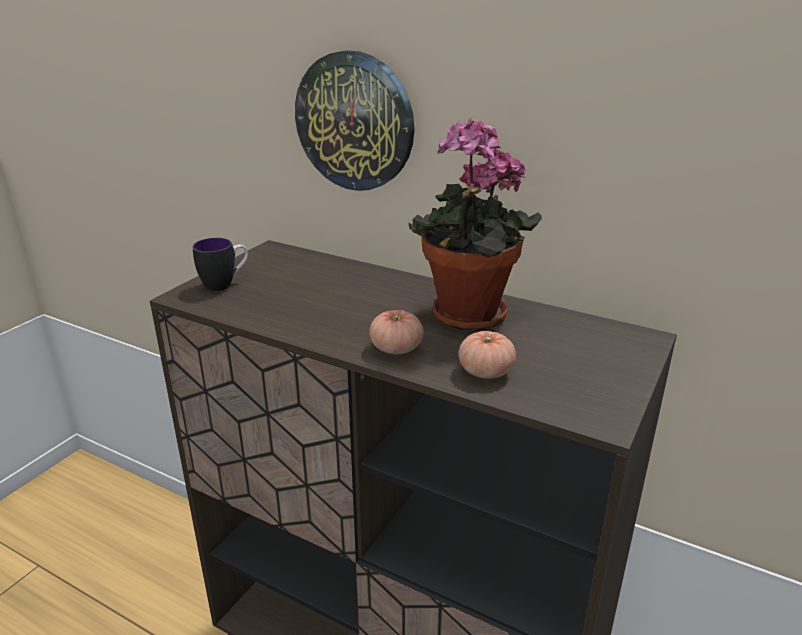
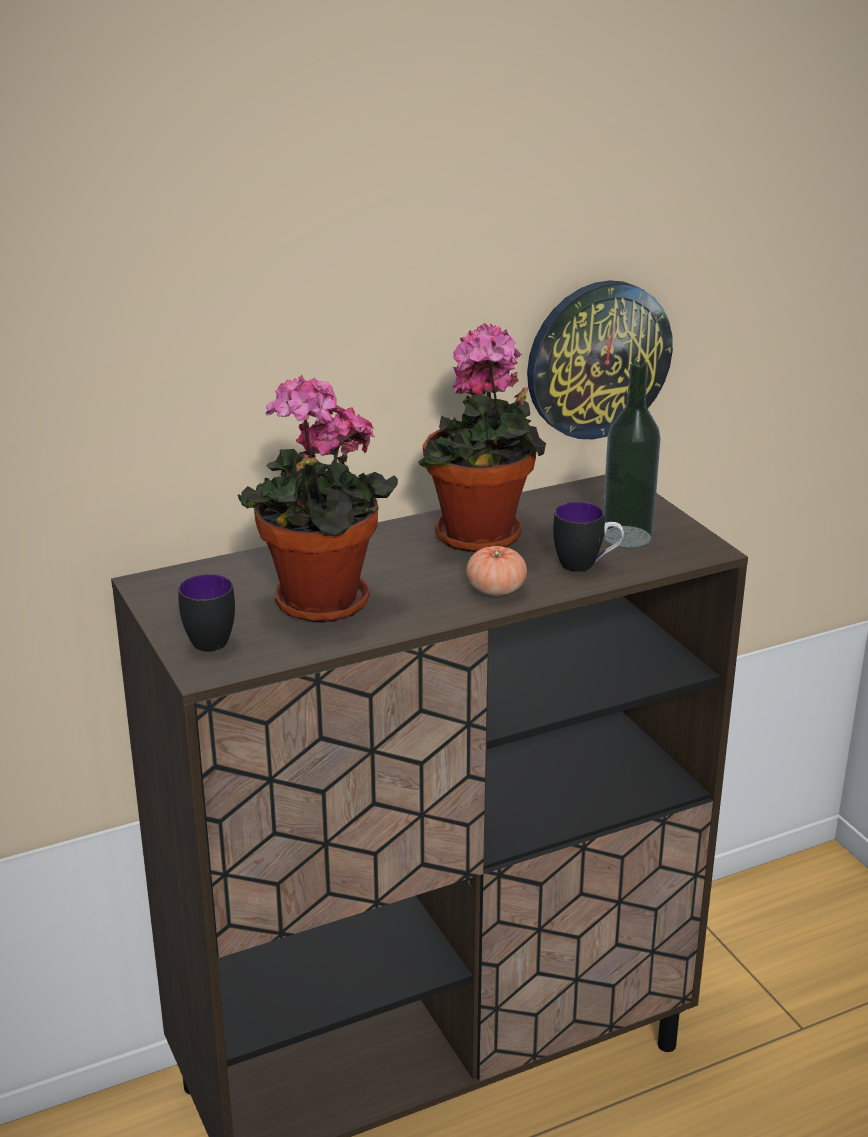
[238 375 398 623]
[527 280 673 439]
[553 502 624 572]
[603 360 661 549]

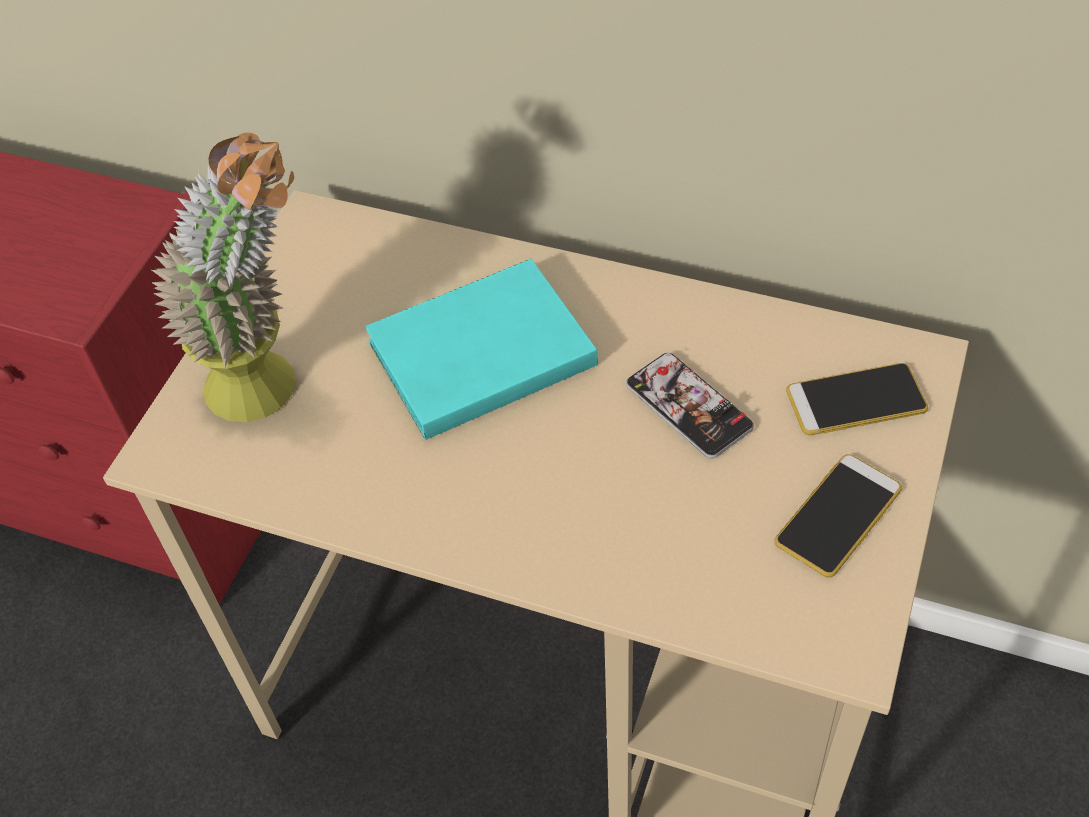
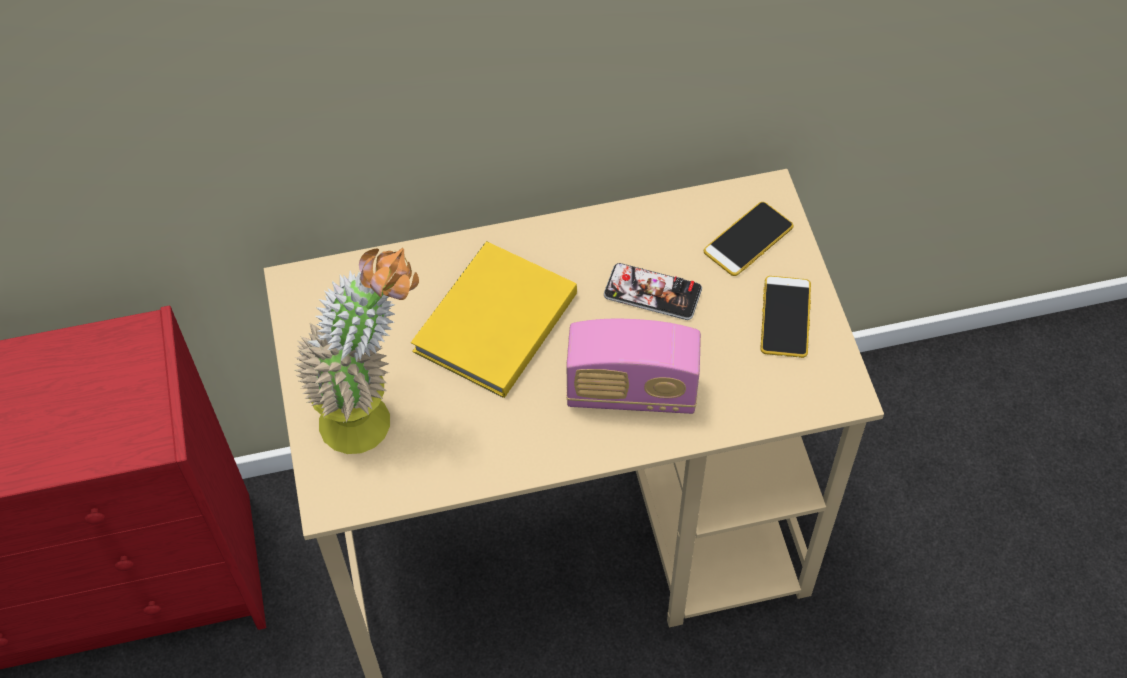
[411 241 577 398]
[566 319 701 414]

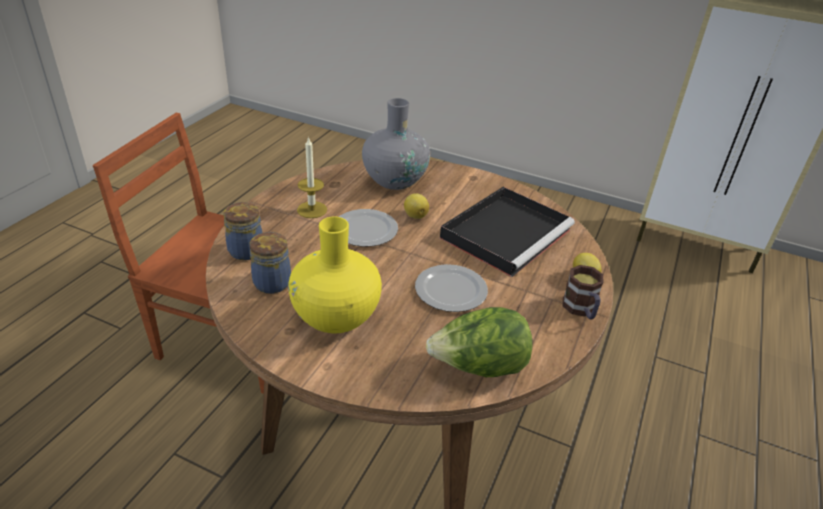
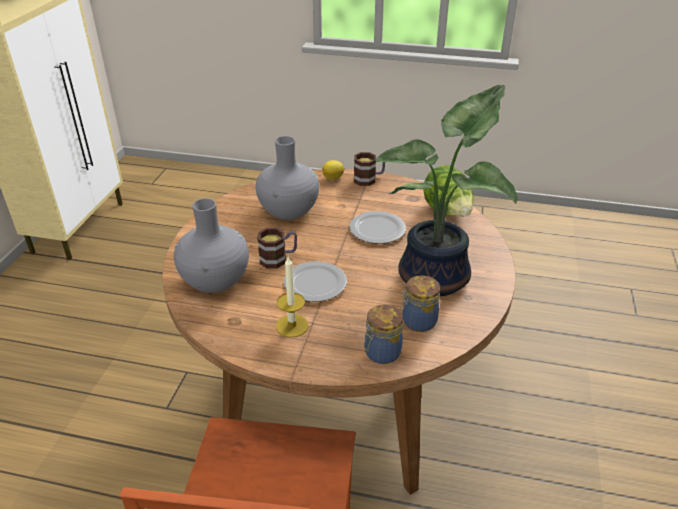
[256 136 319 220]
[257 228 297 268]
[375 85 518 296]

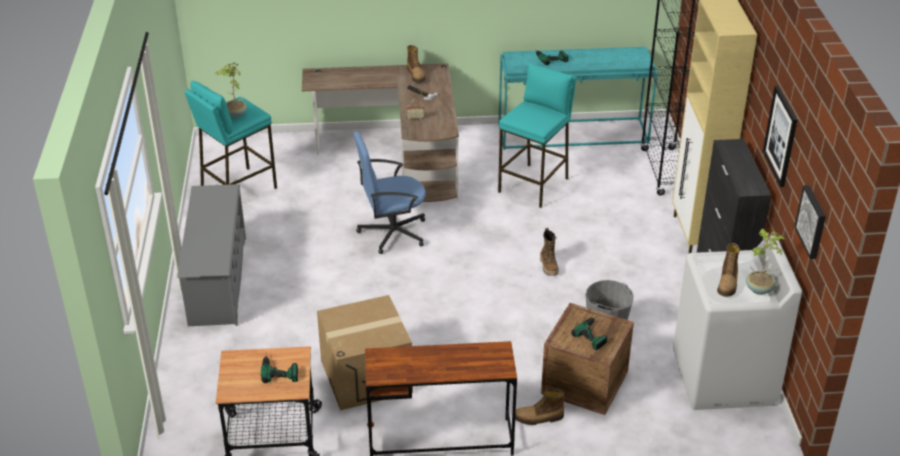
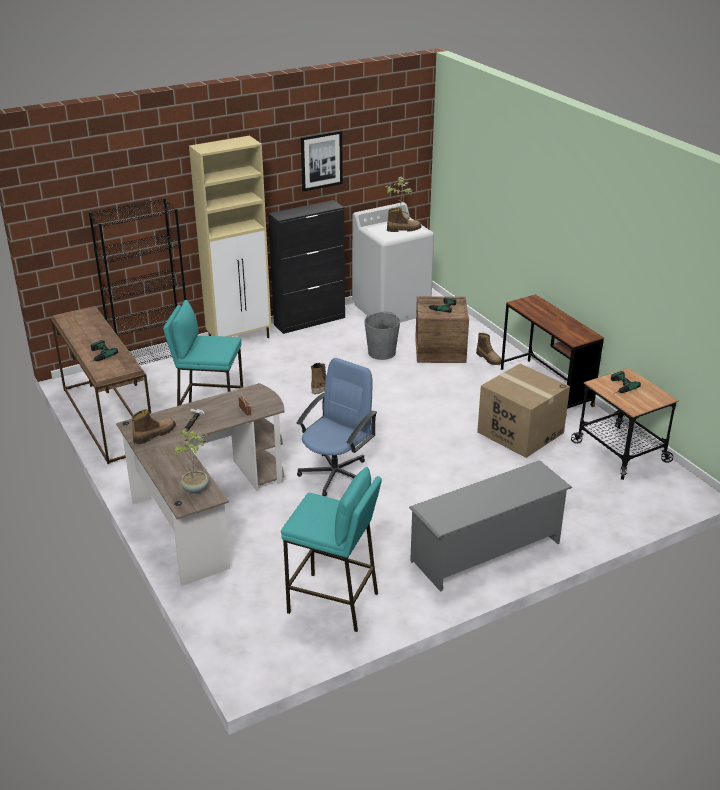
[51 306 151 464]
[174 428 209 493]
[297 358 377 496]
[794 185 826 259] (first image)

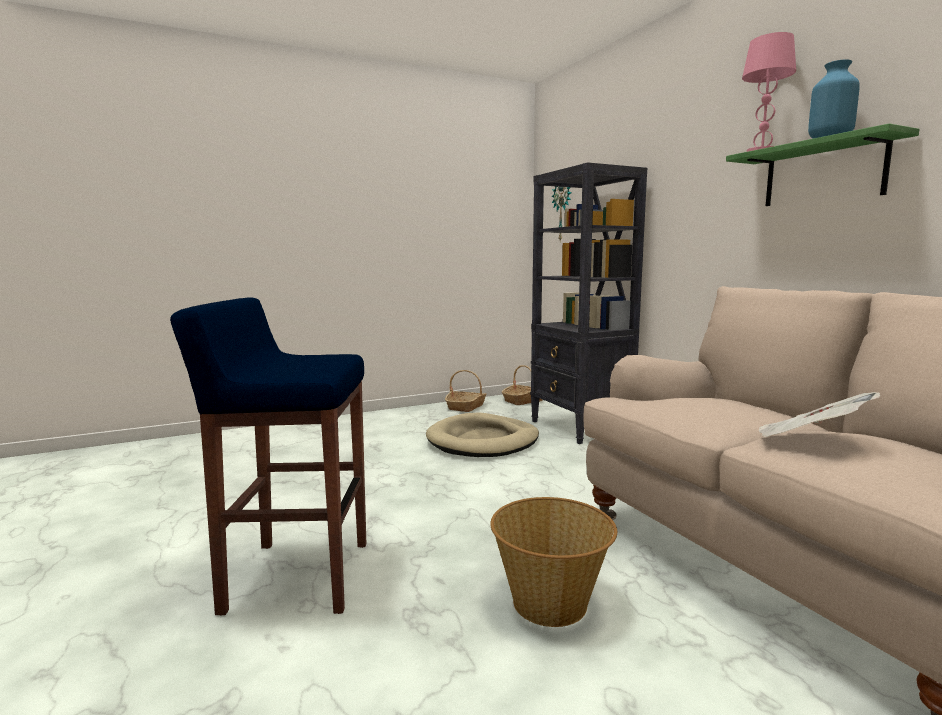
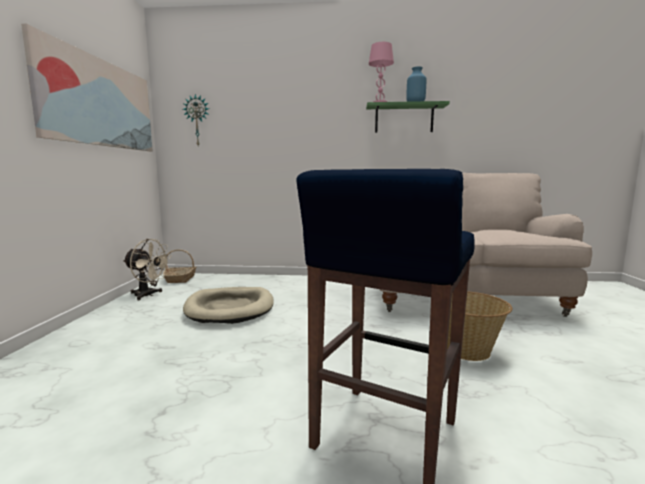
[21 24 153 151]
[123 239 172 300]
[530 162 647 444] (first image)
[759 392 880 438] (first image)

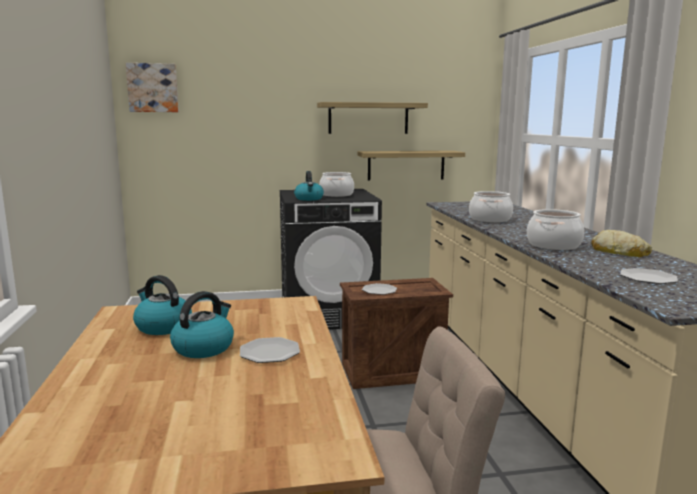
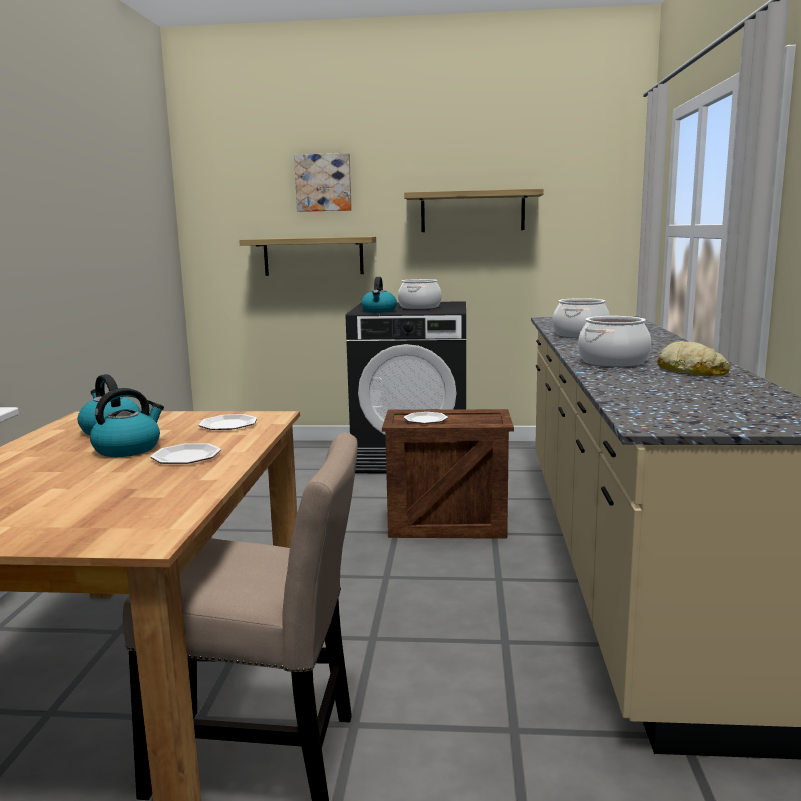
[198 414 257 430]
[239 236 376 276]
[294 153 352 212]

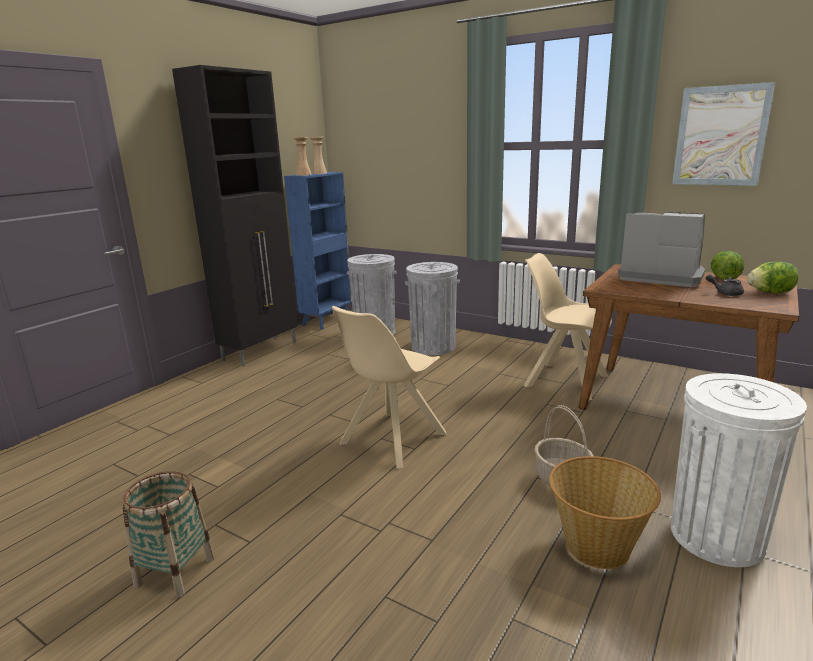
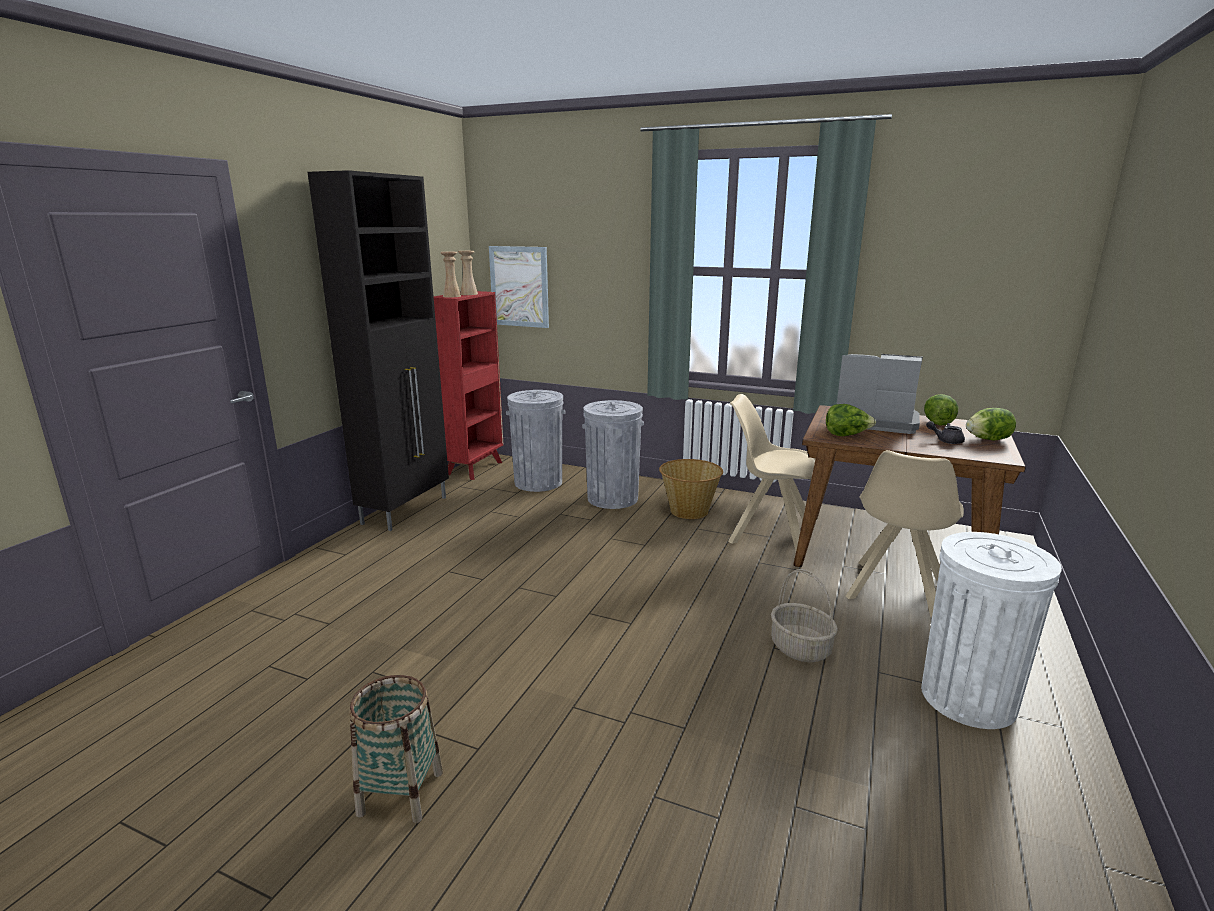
[433 291 504 480]
[489 246 549 328]
[659 459 723 519]
[826 404 876 436]
[846 450 964 617]

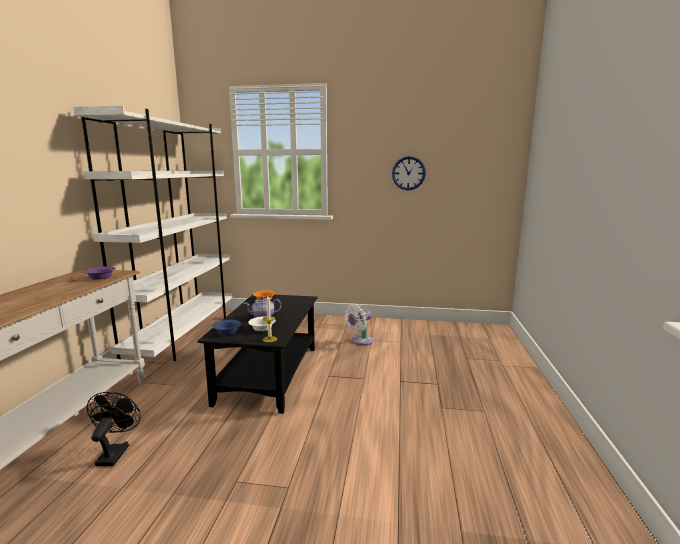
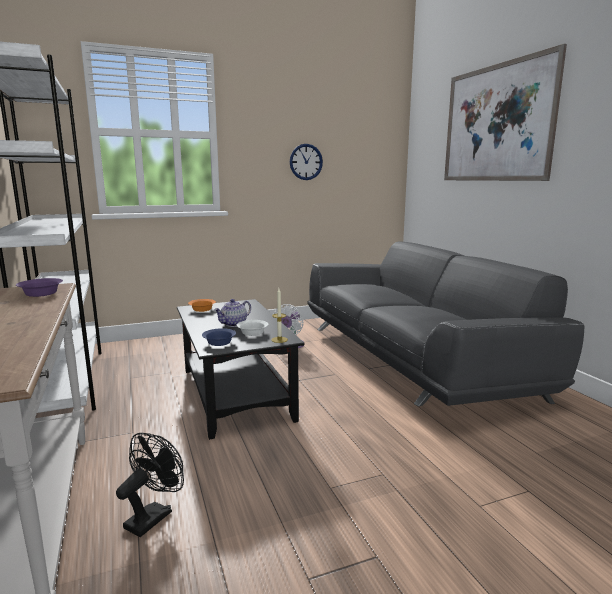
[116 433 184 537]
[307 242 584 406]
[444 44 567 181]

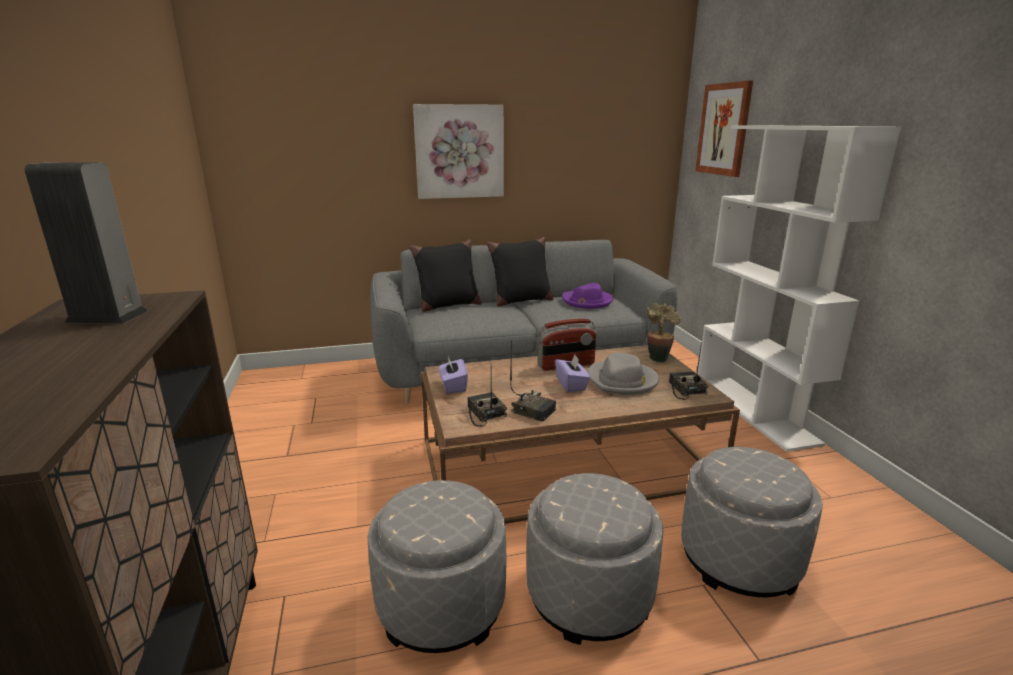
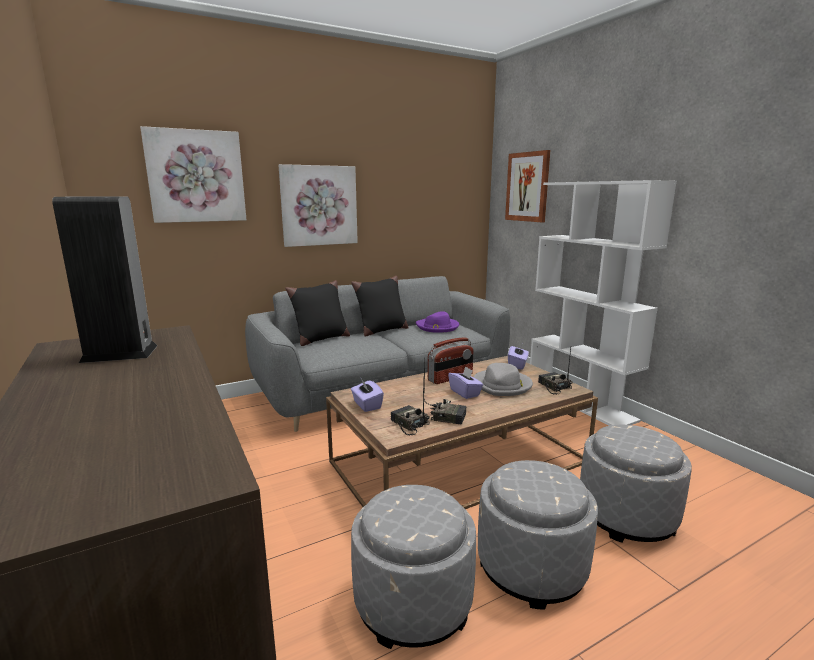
[140 126 246 223]
[508 344 529 370]

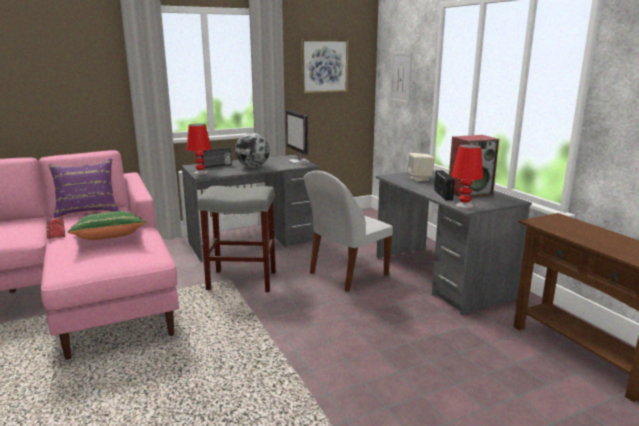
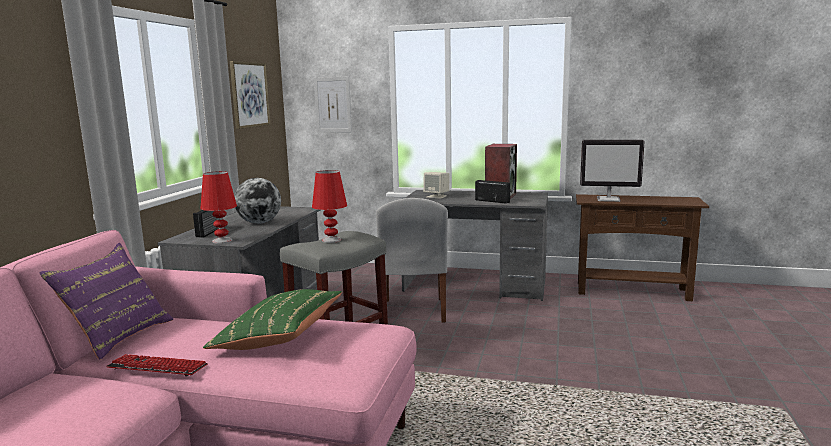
[312 170 347 243]
[580 140 645 202]

